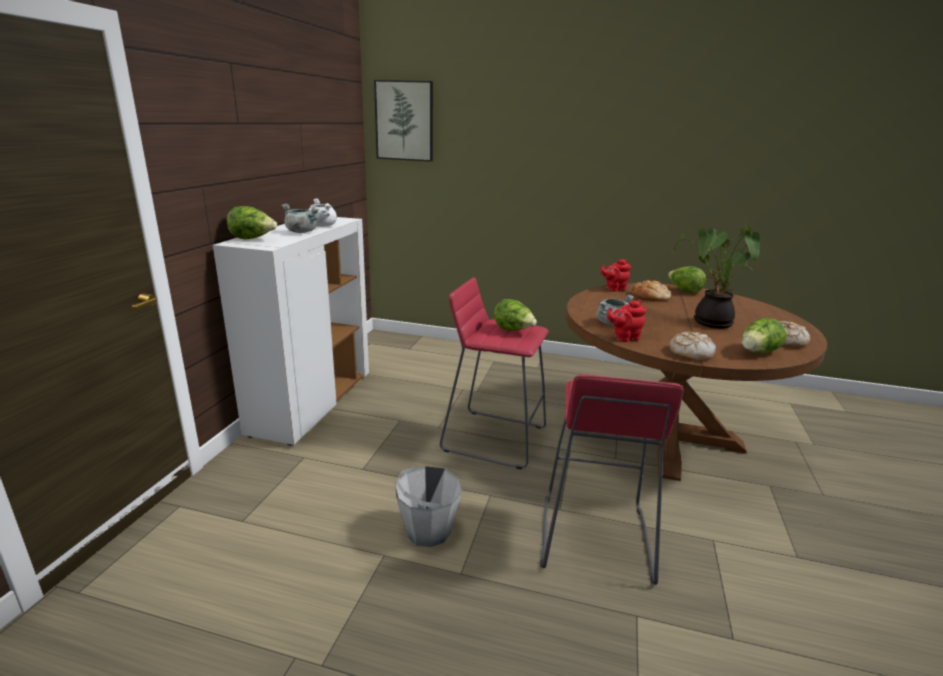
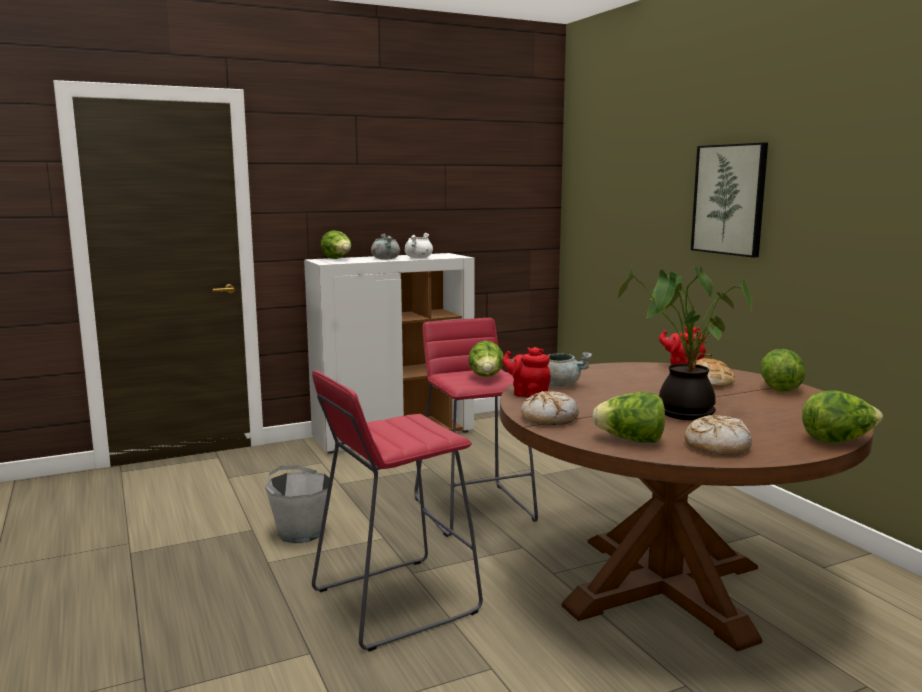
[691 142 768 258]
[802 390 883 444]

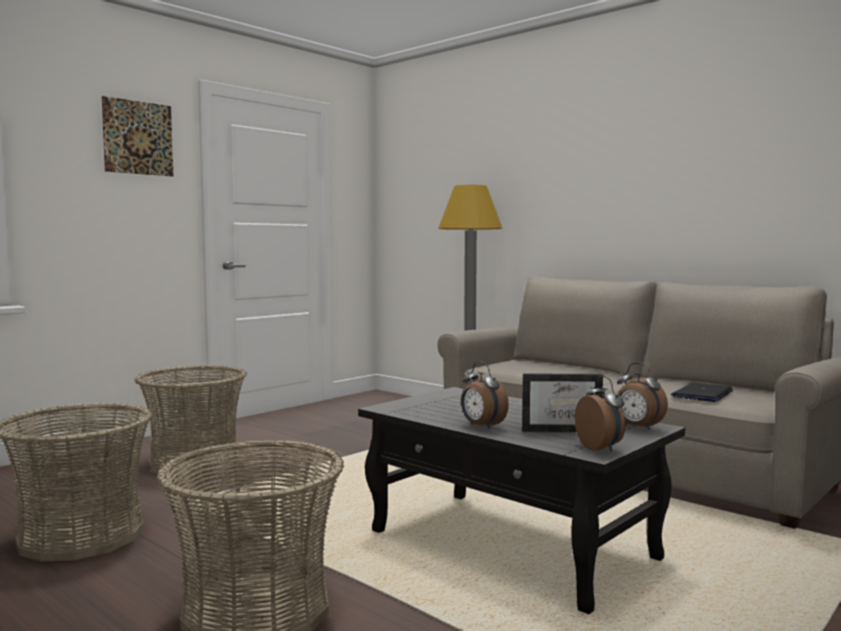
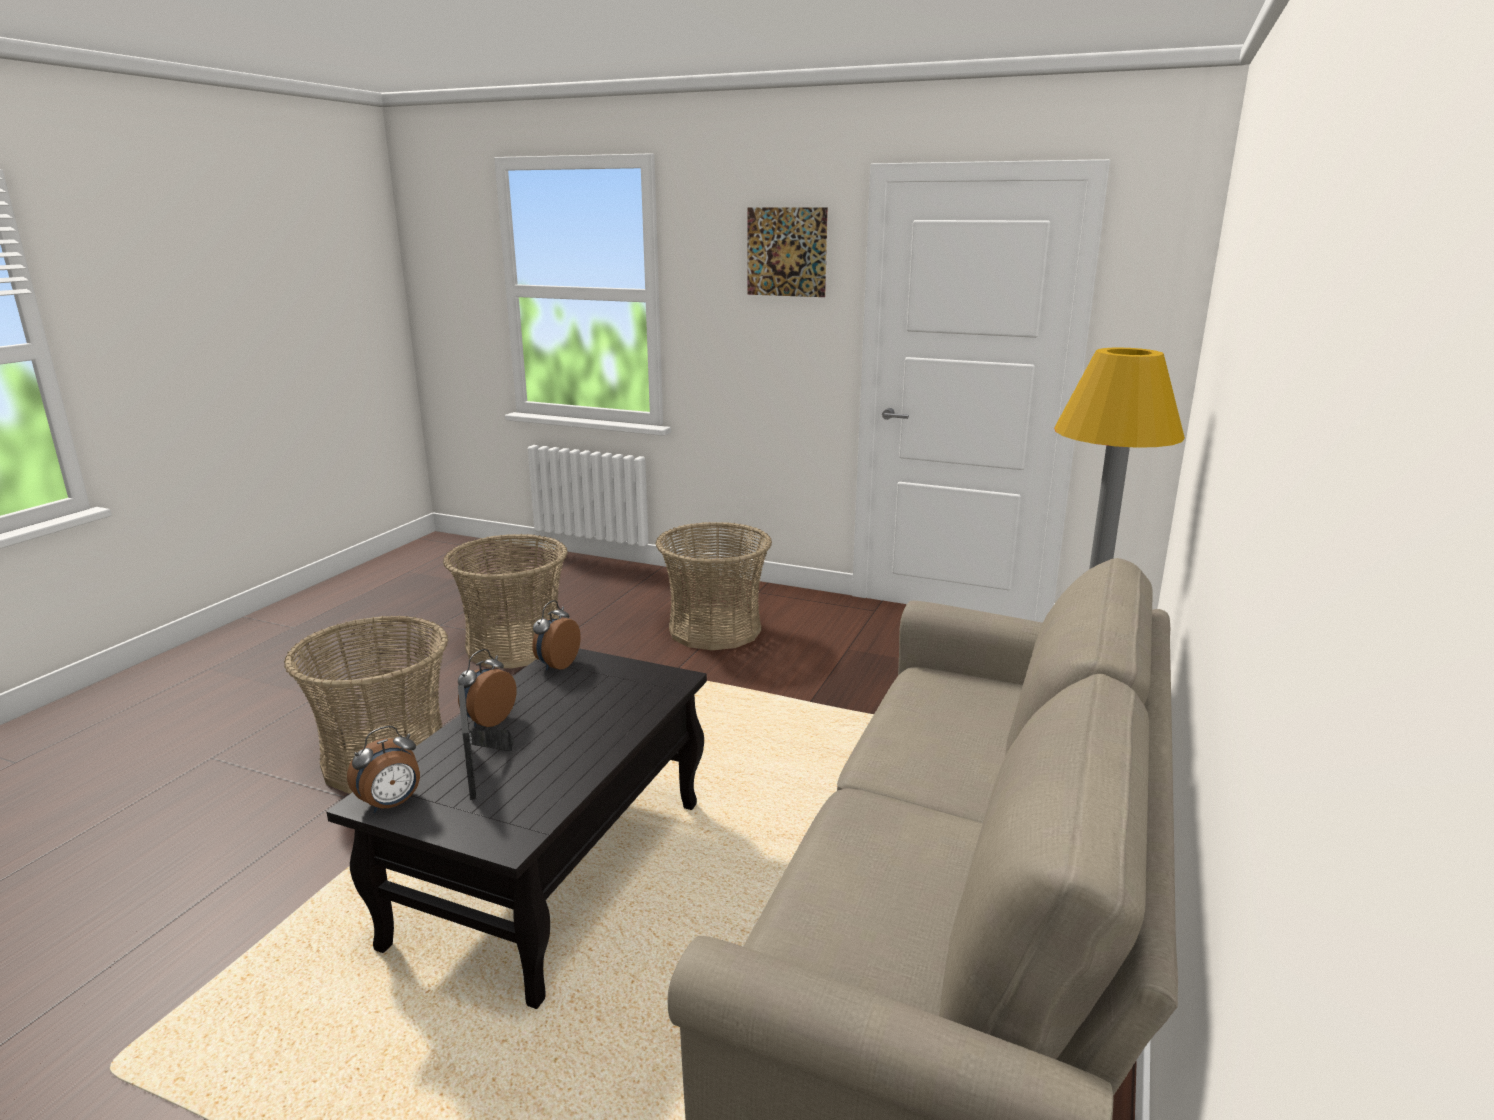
[532 600 581 670]
[671 383 733 402] (first image)

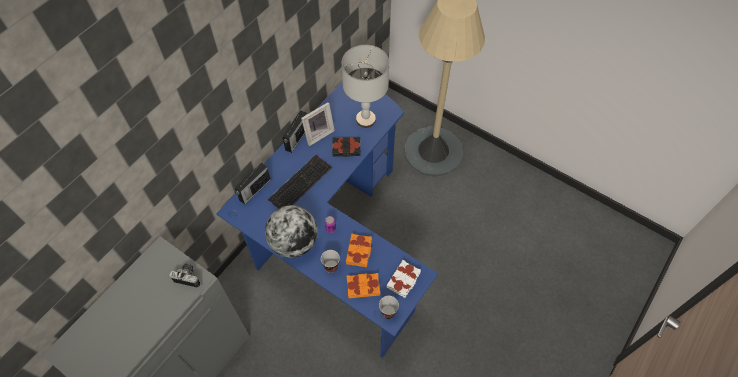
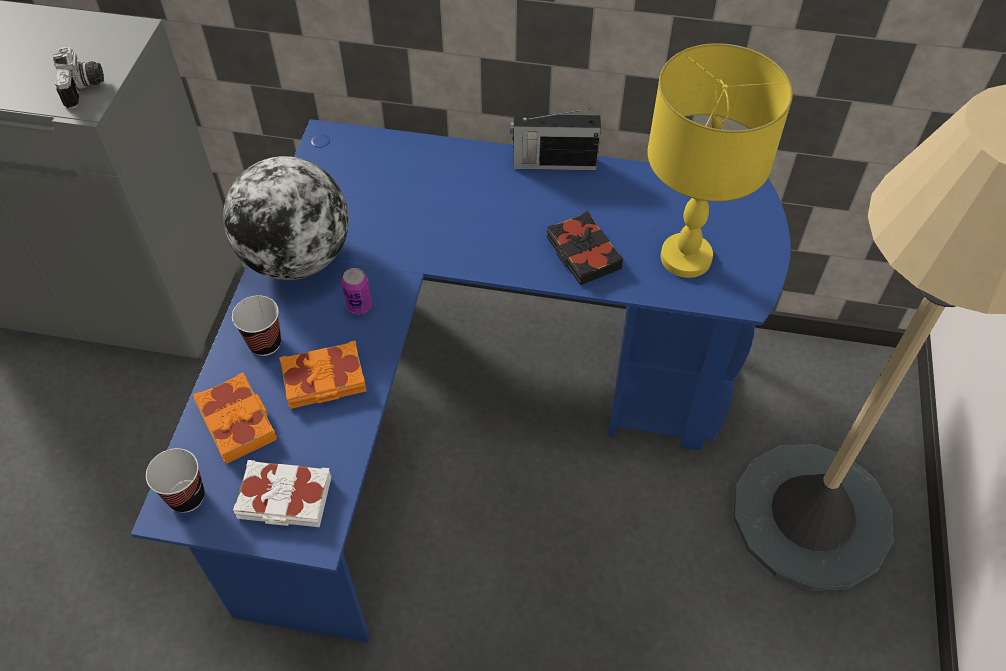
[647 43 793 278]
[235 163 271 204] (first image)
[268 155 332 209] (first image)
[301 102 335 146] (first image)

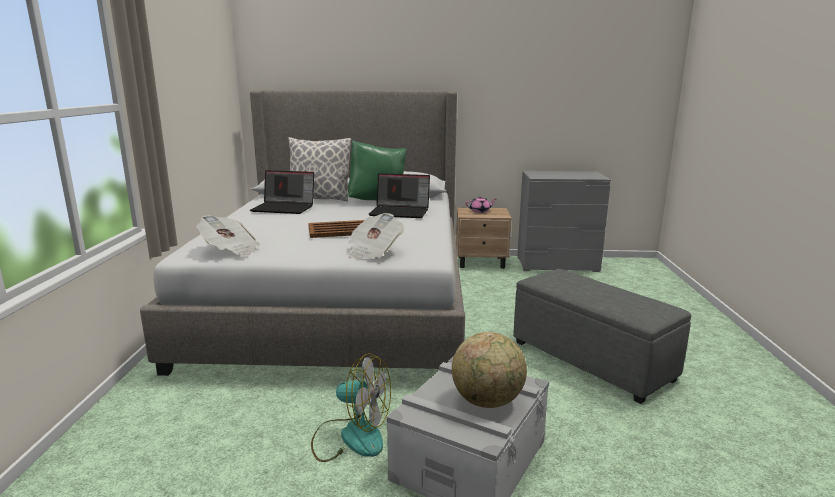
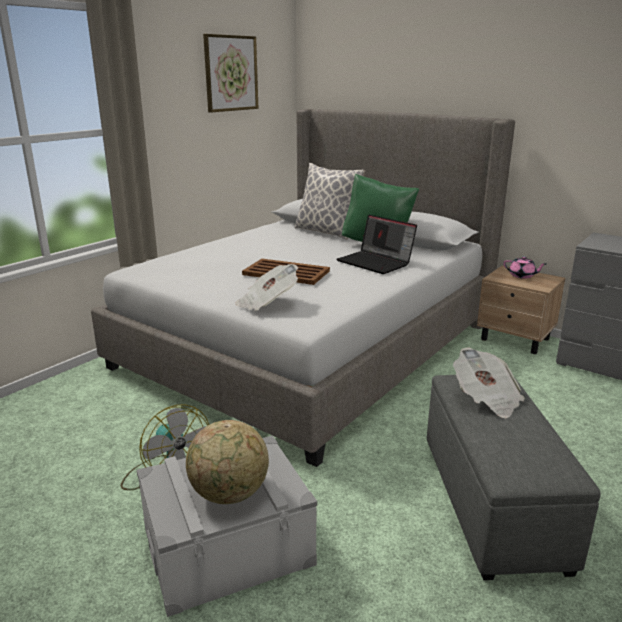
[203 34 258 113]
[453 348 525 419]
[250 170 314 214] (first image)

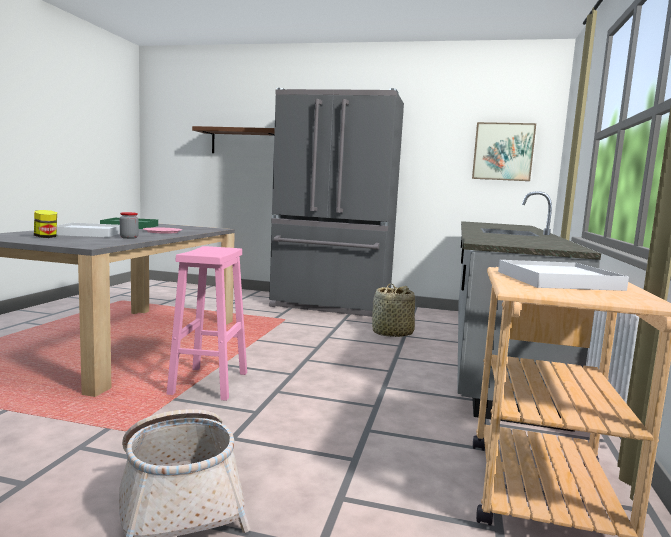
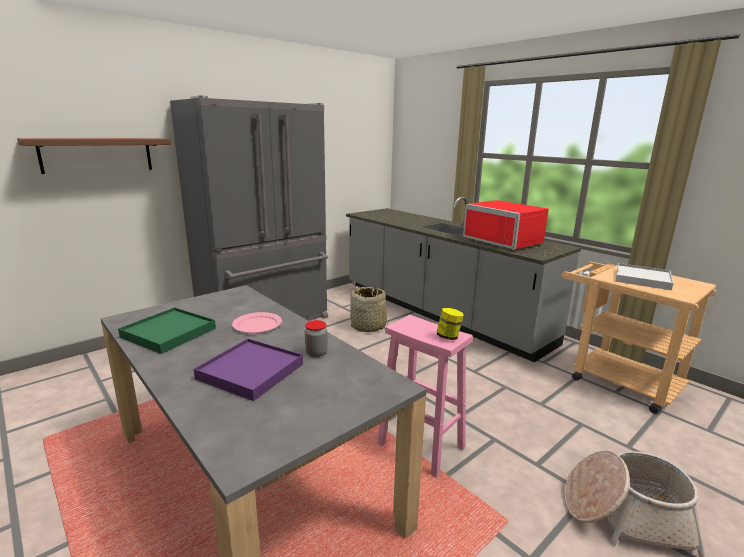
[194 339 303 401]
[437 308 463 340]
[463 200 549 250]
[472 122 536 181] (first image)

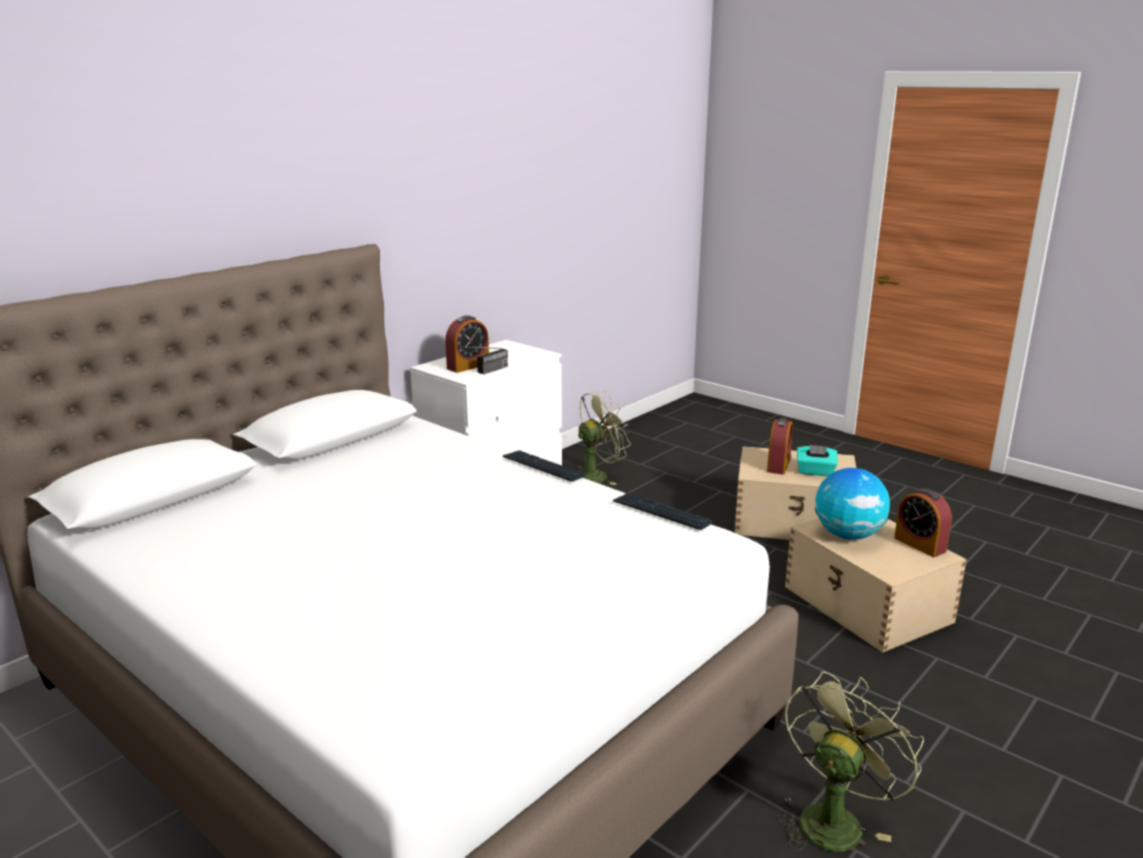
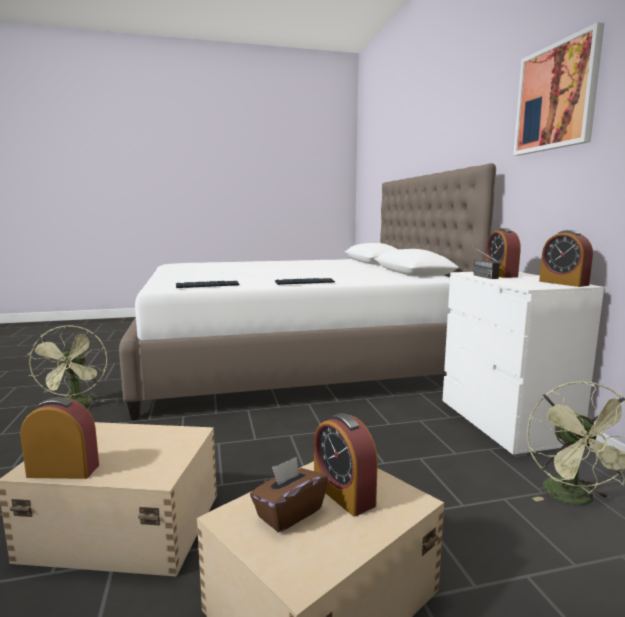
[250 457 328 533]
[513 22 604 156]
[539 230 593 287]
[815 468 890 540] (first image)

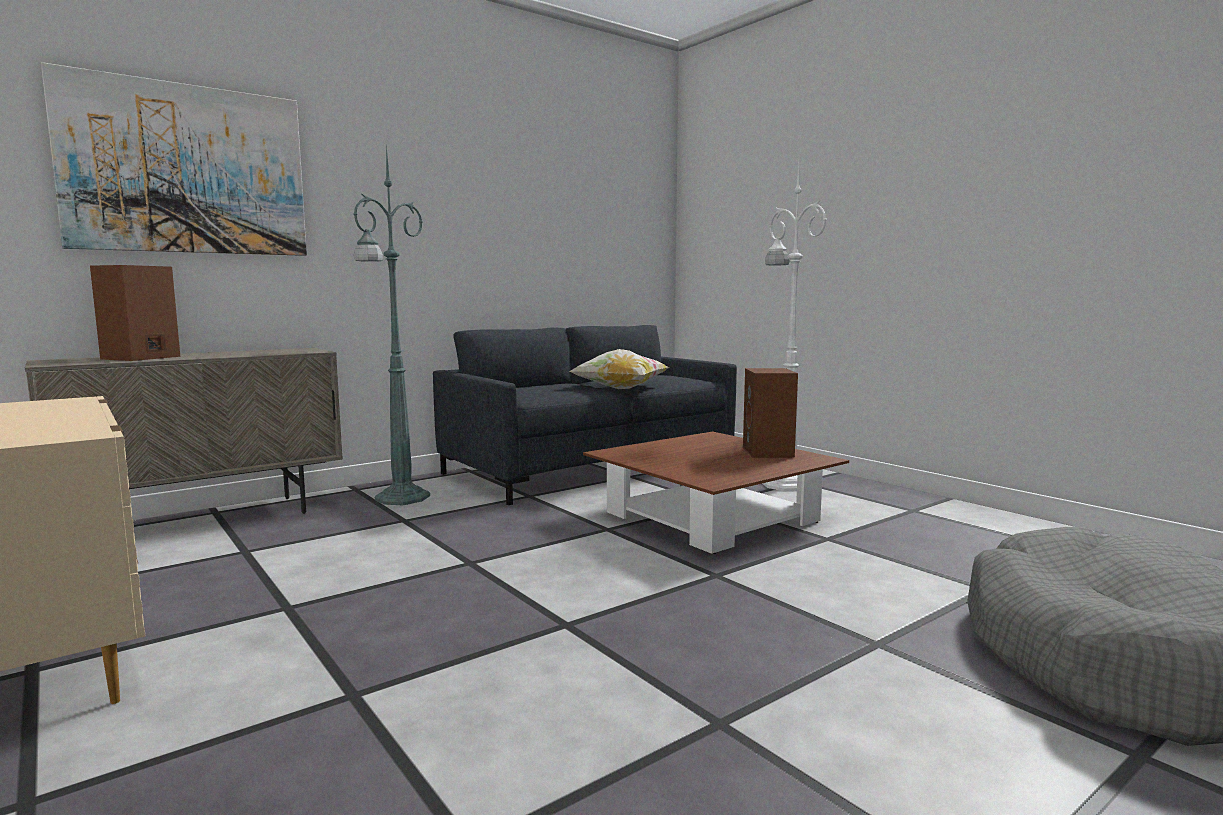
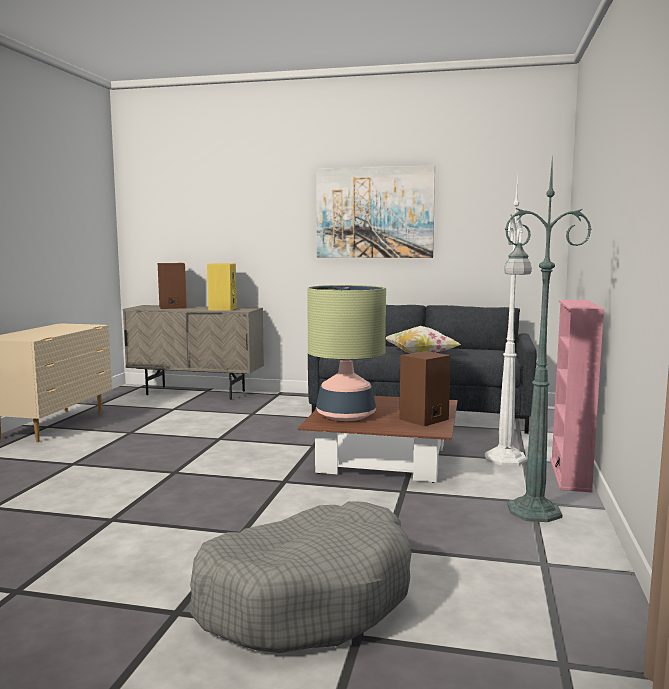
[207 263 237 311]
[307 285 386 421]
[316 165 435 258]
[504 154 592 522]
[550 300 604 493]

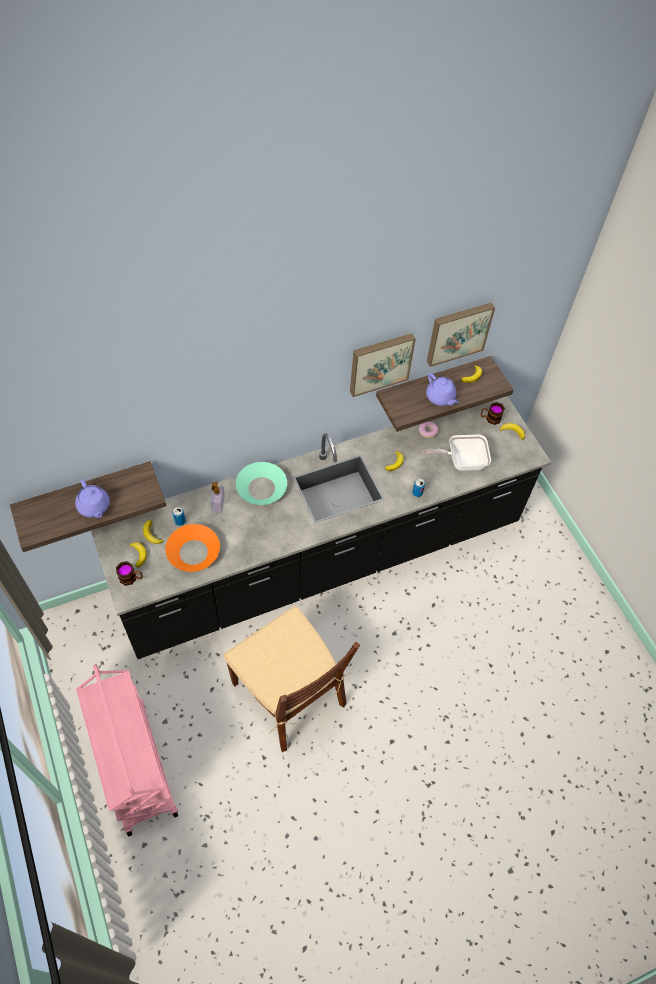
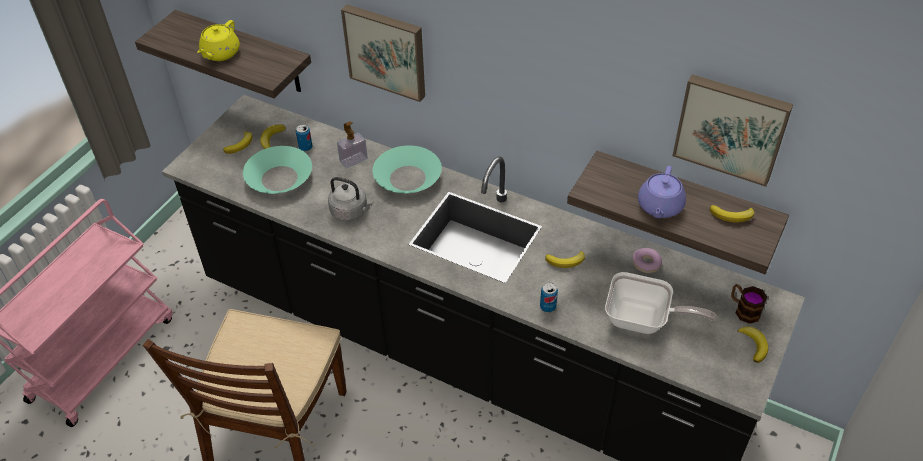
[197 20 240 61]
[243 146 312 194]
[328 177 373 221]
[341 4 425 102]
[605 272 717 334]
[116 561 143 586] (first image)

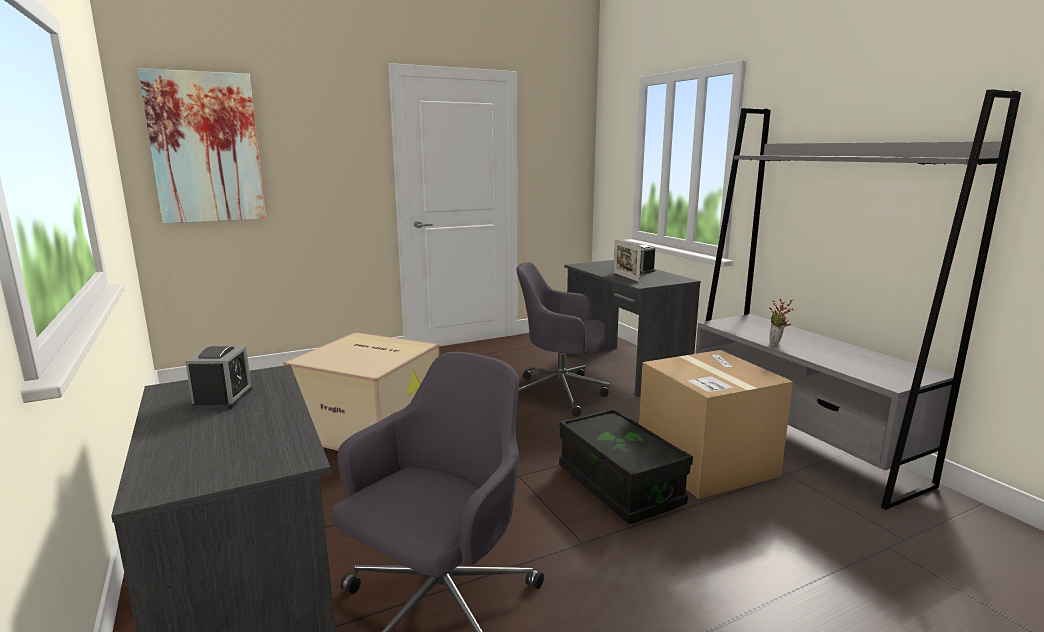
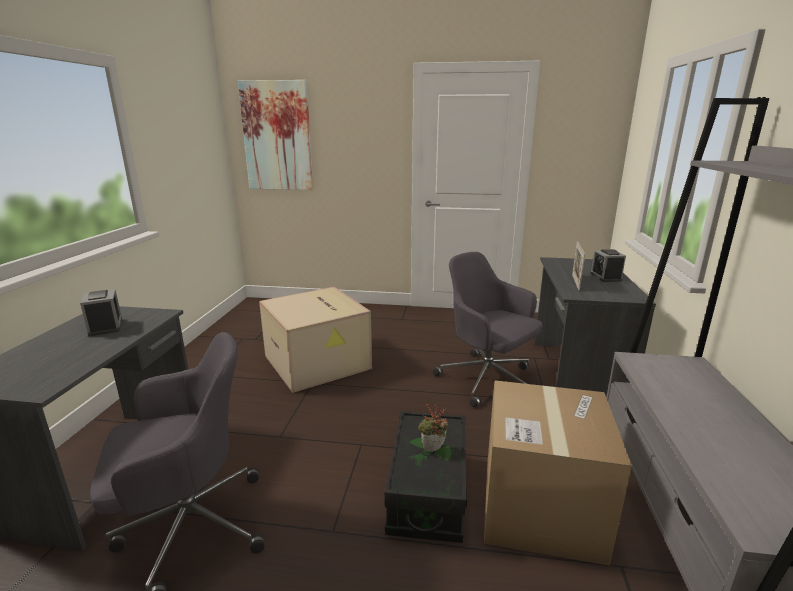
[80 289 122 336]
[418 404 448 452]

